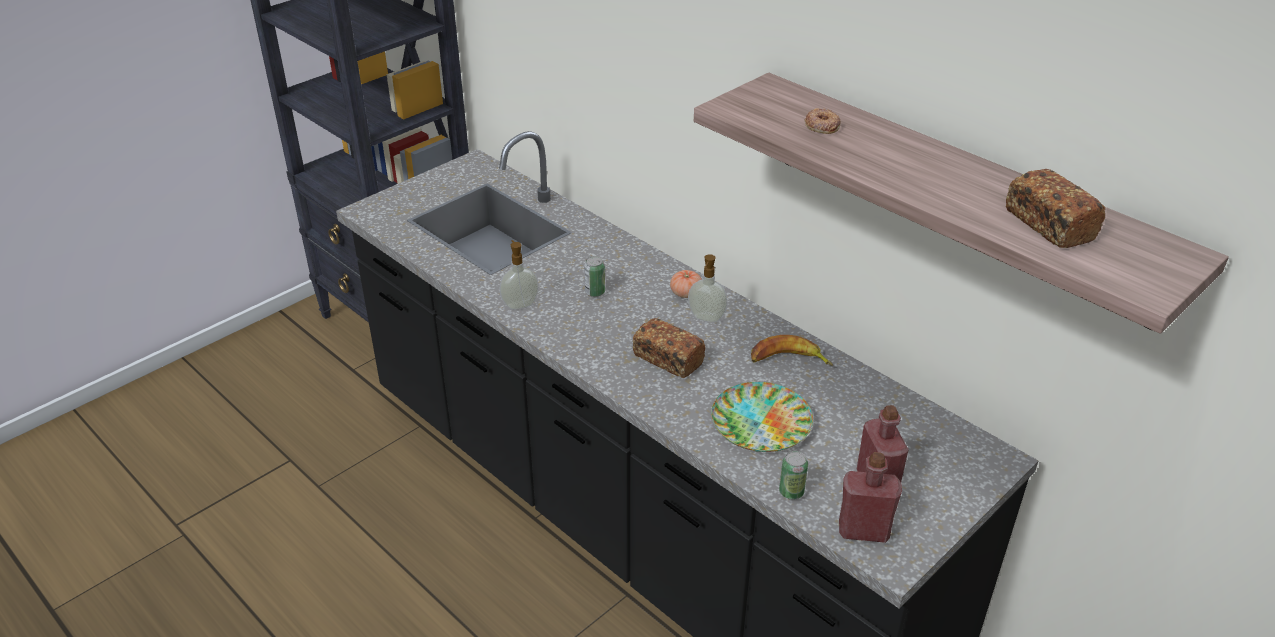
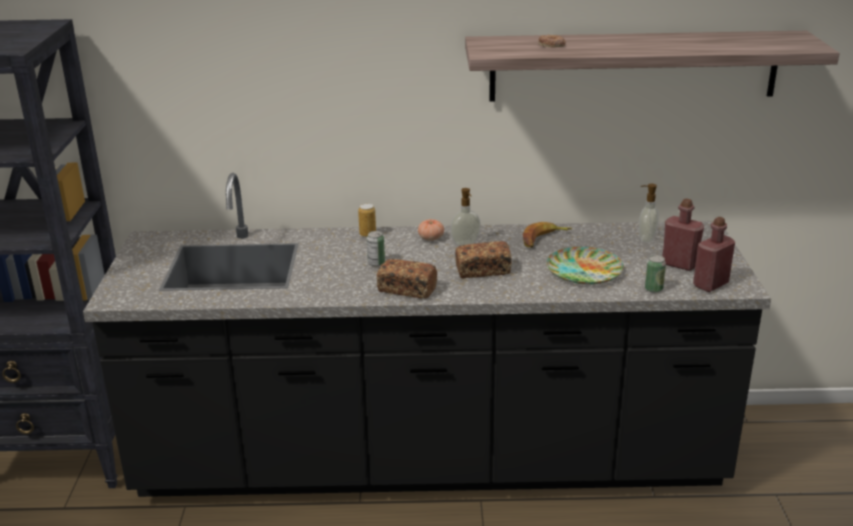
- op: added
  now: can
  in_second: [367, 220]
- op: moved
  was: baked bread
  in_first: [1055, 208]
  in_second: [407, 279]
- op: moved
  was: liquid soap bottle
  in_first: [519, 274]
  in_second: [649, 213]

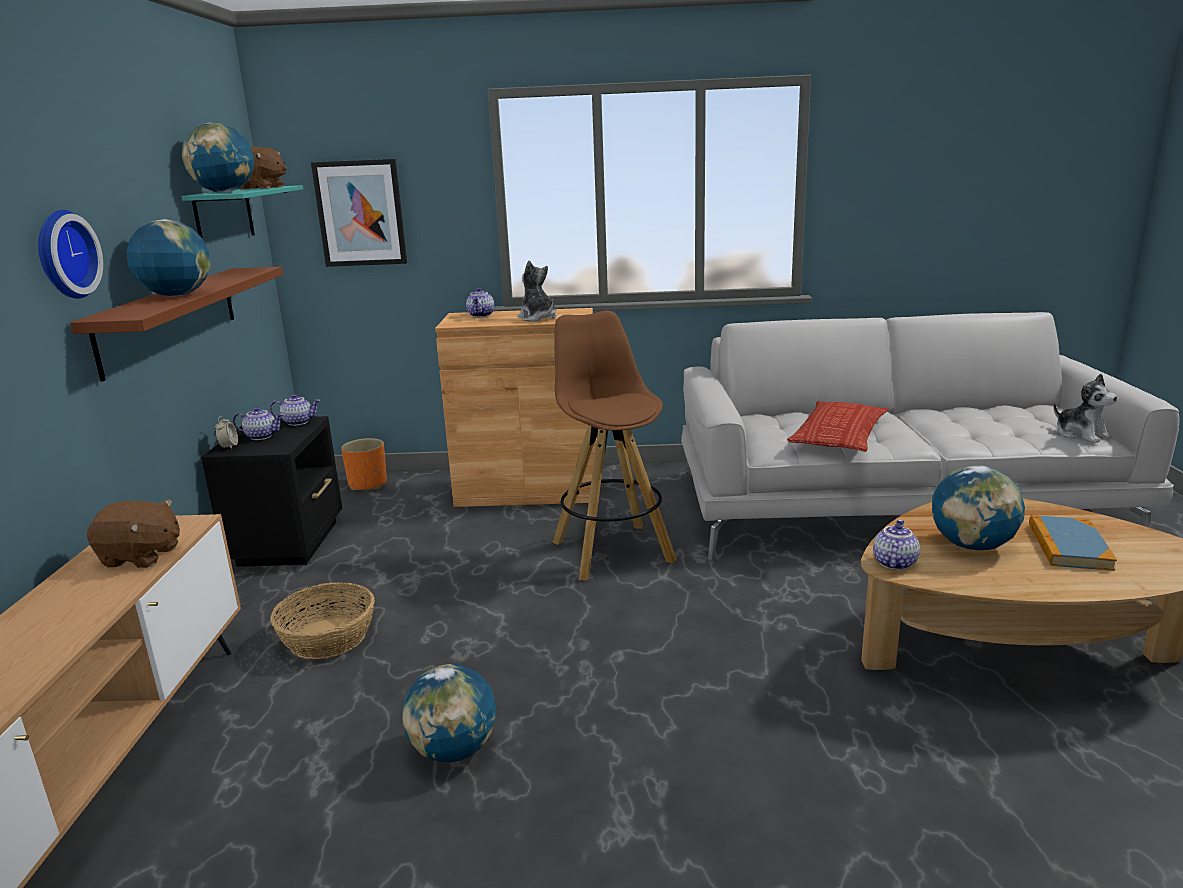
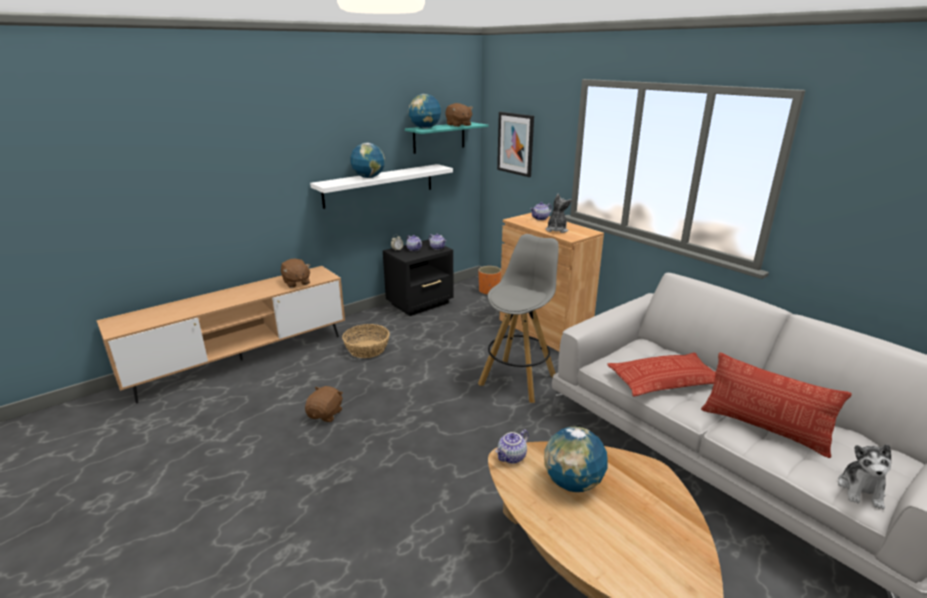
- op: replaced
  was: world globe
  now: plush toy (brown-coloured)
  in_first: [449, 713]
  in_second: [324, 404]
- op: recoloured
  was: shelf (brown-coloured)
  now: shelf (white-coloured)
  in_first: [176, 324]
  in_second: [381, 186]
- op: recoloured
  was: stool seat (brown-coloured)
  now: stool seat (grey)
  in_first: [615, 445]
  in_second: [518, 318]
- op: turned
  was: tea pot
  in_first: [896, 545]
  in_second: [512, 446]
  clockwise: 150
- op: added
  now: cushion
  in_second: [776, 405]
- op: removed
  was: clock on the wall
  in_first: [70, 254]
- op: removed
  was: bound book
  in_first: [1073, 543]

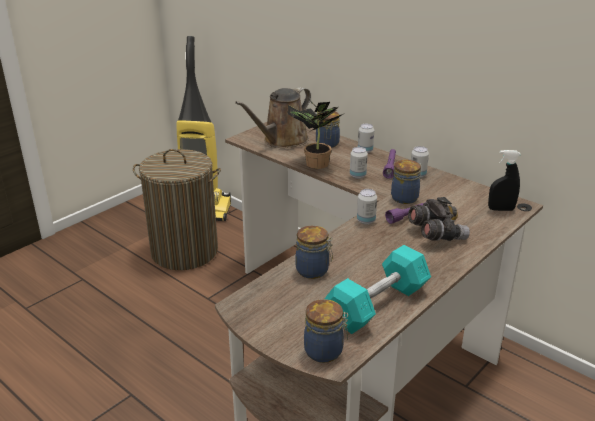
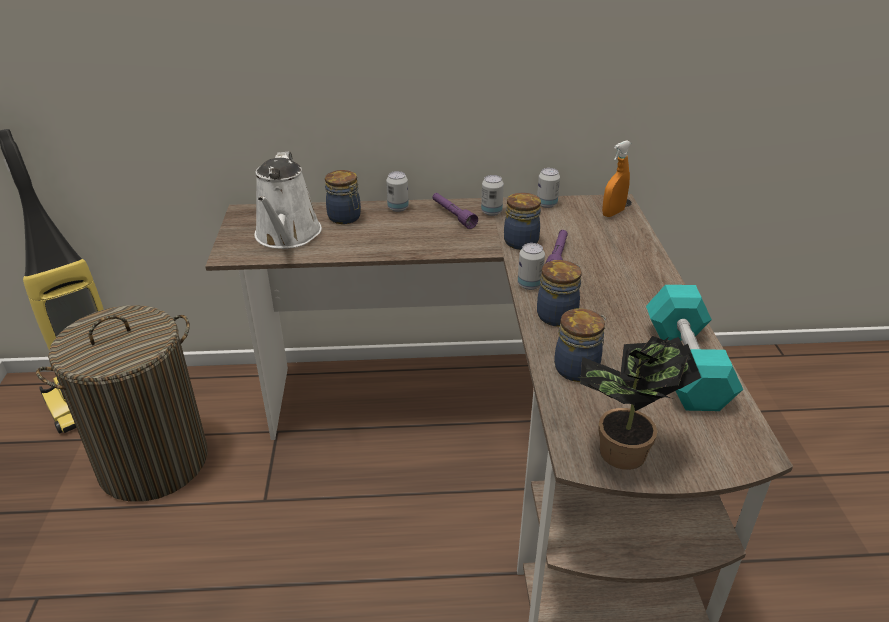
- op: recoloured
  was: watering pot (brown-coloured)
  now: watering pot (white-coloured)
  in_first: [273, 117]
  in_second: [288, 200]
- op: moved
  was: can
  in_first: [359, 163]
  in_second: [548, 188]
- op: moved
  was: preserve jar
  in_first: [326, 331]
  in_second: [559, 293]
- op: moved
  was: houseplant
  in_first: [316, 134]
  in_second: [639, 402]
- op: recoloured
  was: hand sprayer (black)
  now: hand sprayer (orange-coloured)
  in_first: [504, 180]
  in_second: [616, 178]
- op: removed
  was: field glasses (grey)
  in_first: [439, 219]

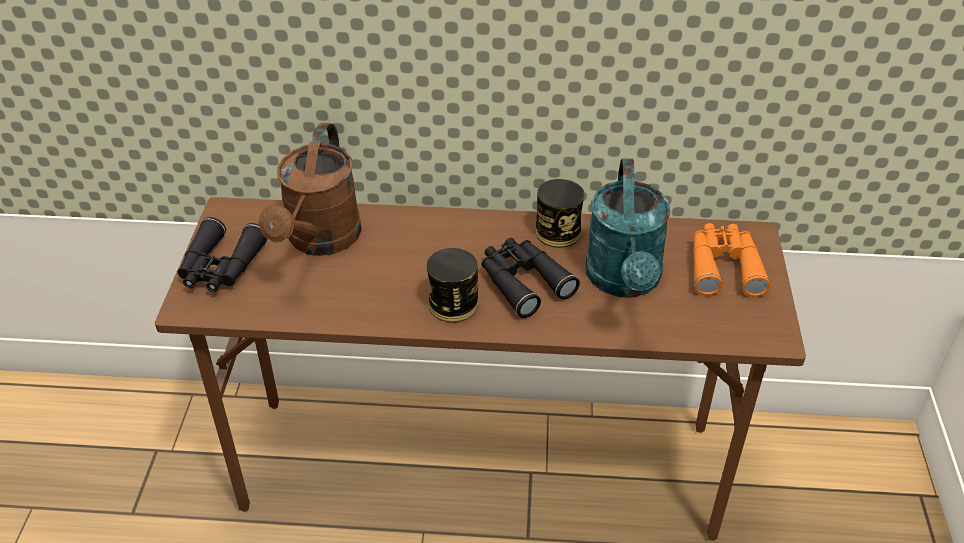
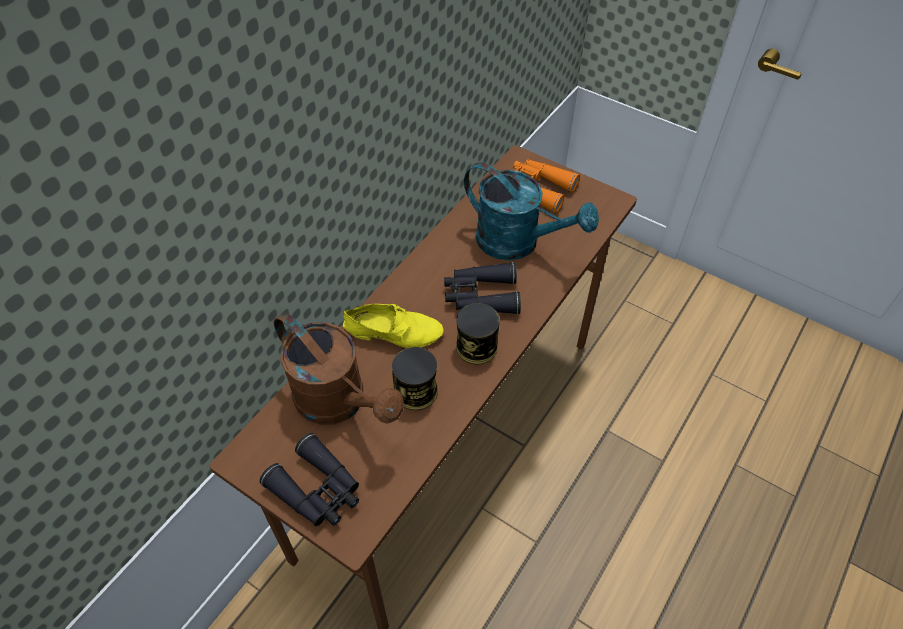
- op: added
  now: shoe (yellow)
  in_second: [393, 326]
- op: moved
  was: can
  in_first: [559, 213]
  in_second: [415, 378]

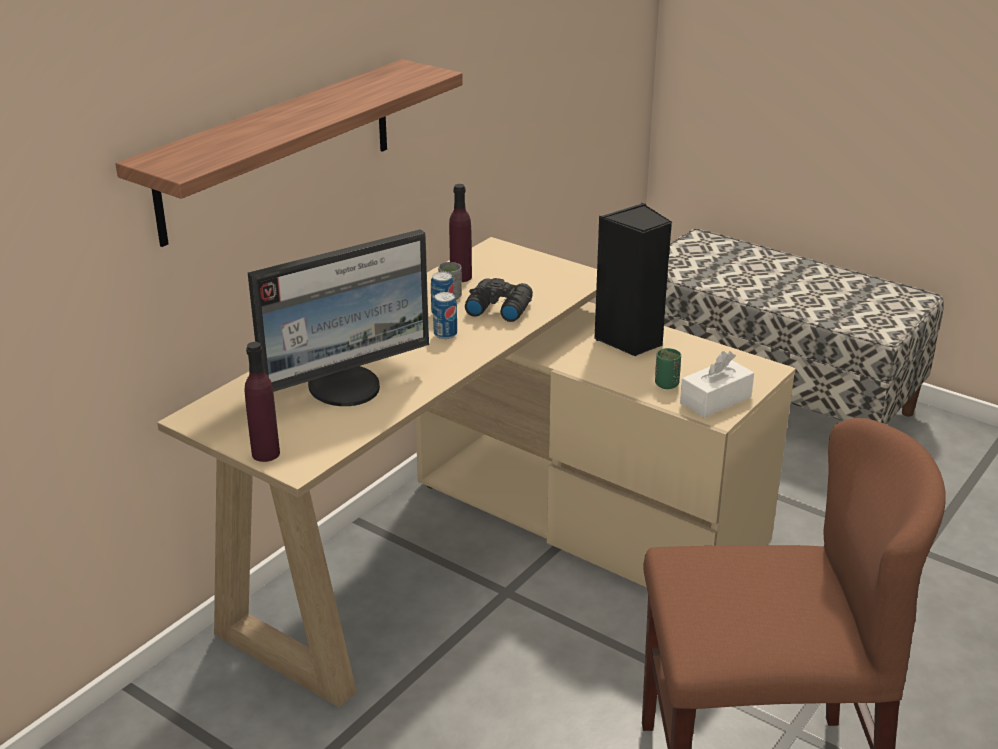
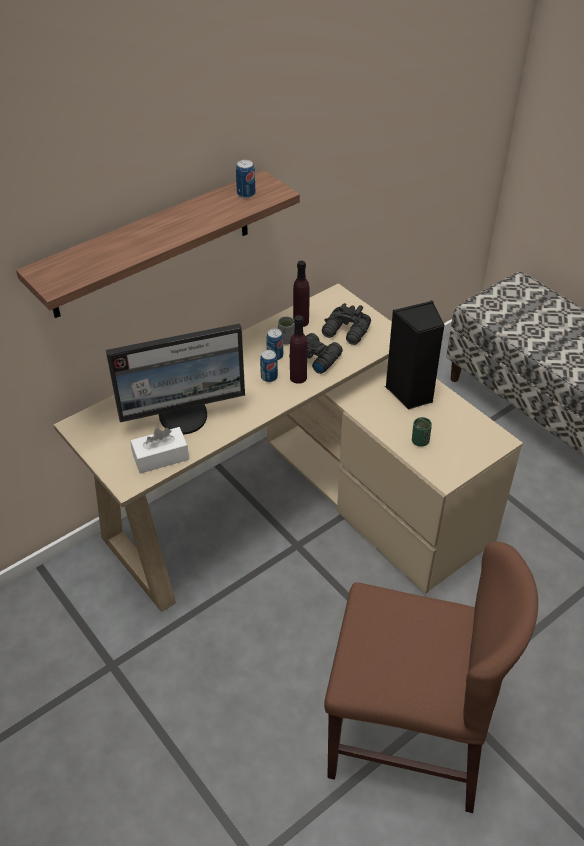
- op: moved
  was: box of tissues (white-coloured)
  in_first: [717, 384]
  in_second: [159, 450]
- op: added
  now: can
  in_second: [245, 179]
- op: moved
  was: drink bottle (purplish)
  in_first: [262, 402]
  in_second: [298, 349]
- op: added
  now: field glasses (black)
  in_second: [346, 324]

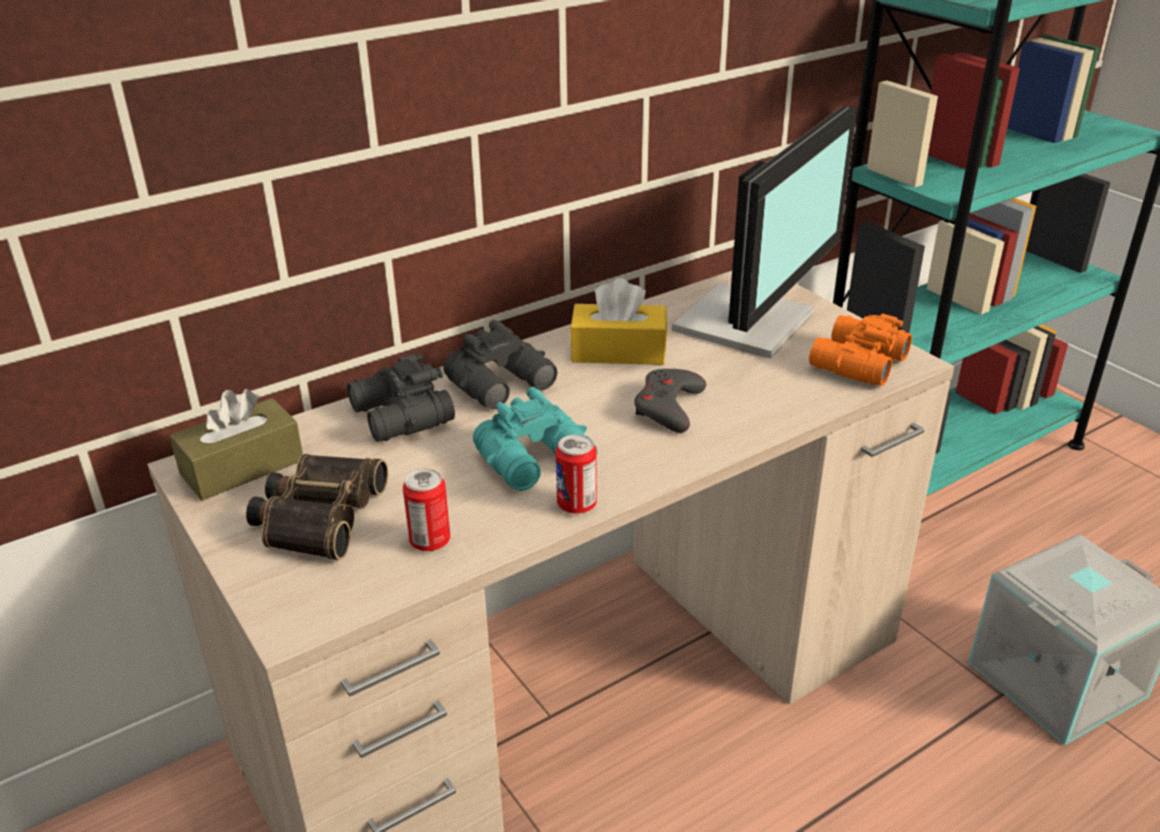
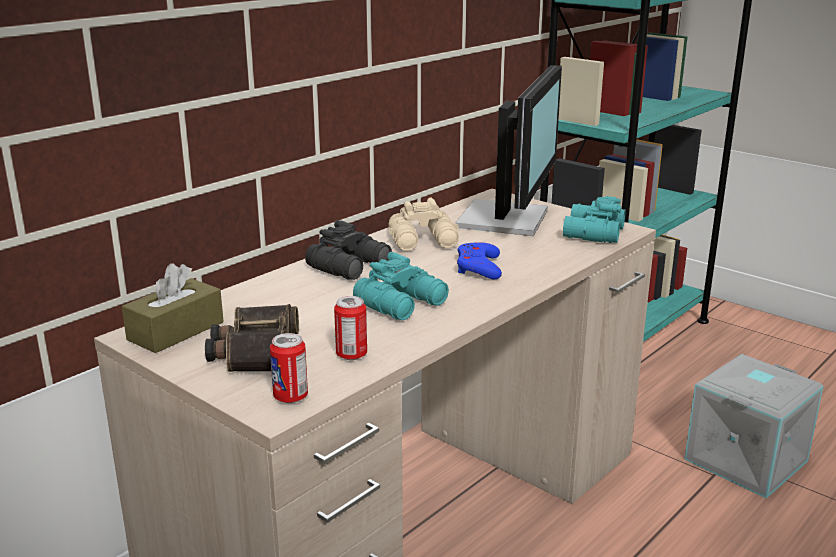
- op: moved
  was: can
  in_first: [576, 474]
  in_second: [289, 368]
- op: replaced
  was: box of tissues (yellow)
  now: field glasses (beige)
  in_first: [618, 321]
  in_second: [423, 224]
- op: recoloured
  was: joypad (grey)
  now: joypad (blue-coloured)
  in_first: [670, 401]
  in_second: [479, 260]
- op: recoloured
  was: field glasses (orange-coloured)
  now: field glasses (blue-green)
  in_first: [860, 350]
  in_second: [594, 219]
- op: removed
  was: field glasses (black)
  in_first: [401, 398]

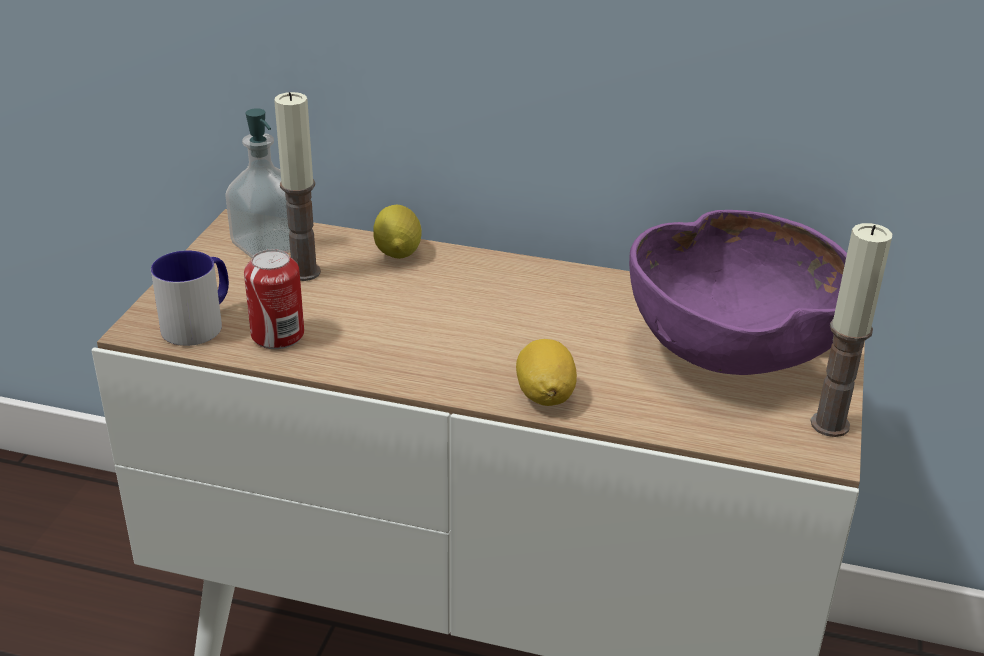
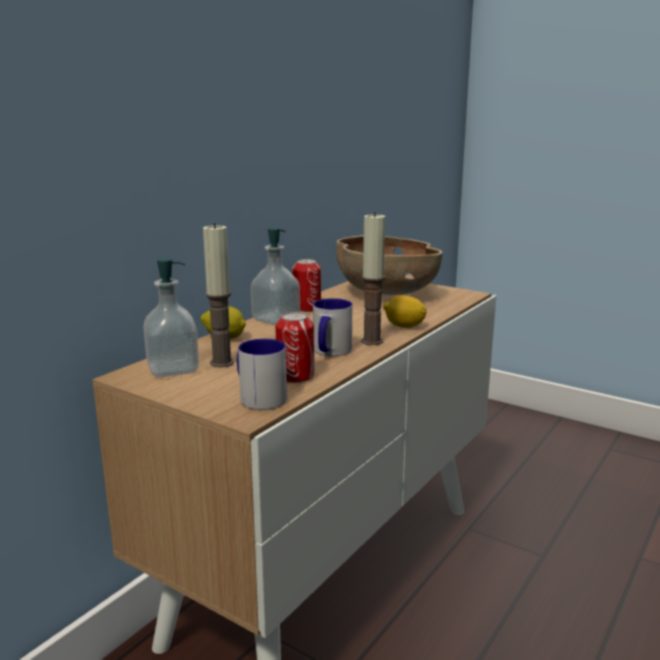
- op: added
  now: liquid soap bottle
  in_second: [275, 276]
- op: added
  now: can
  in_second: [306, 285]
- op: added
  now: coffee mug
  in_second: [332, 327]
- op: recoloured
  was: deep dish (purplish)
  now: deep dish (brown-coloured)
  in_first: [738, 292]
  in_second: [389, 265]
- op: moved
  was: wax candle
  in_first: [851, 330]
  in_second: [373, 278]

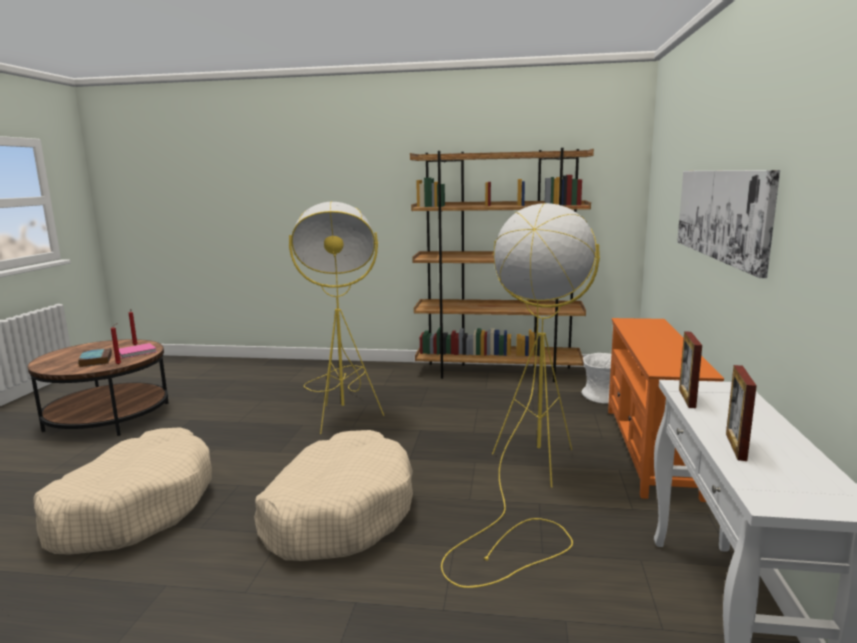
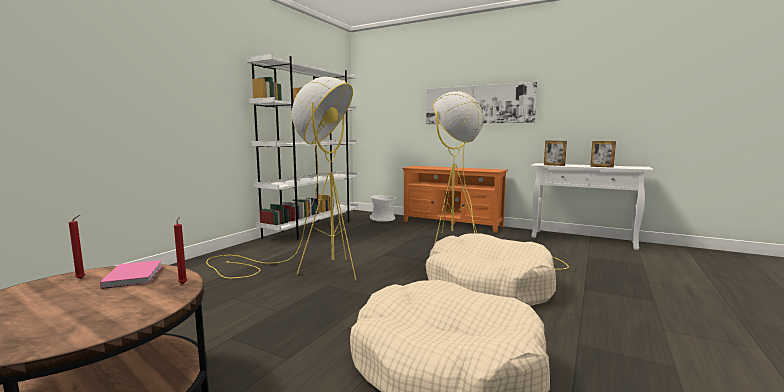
- op: recoloured
  was: bookshelf (brown-coloured)
  now: bookshelf (white-coloured)
  in_first: [502, 265]
  in_second: [302, 147]
- op: removed
  was: bound book
  in_first: [95, 357]

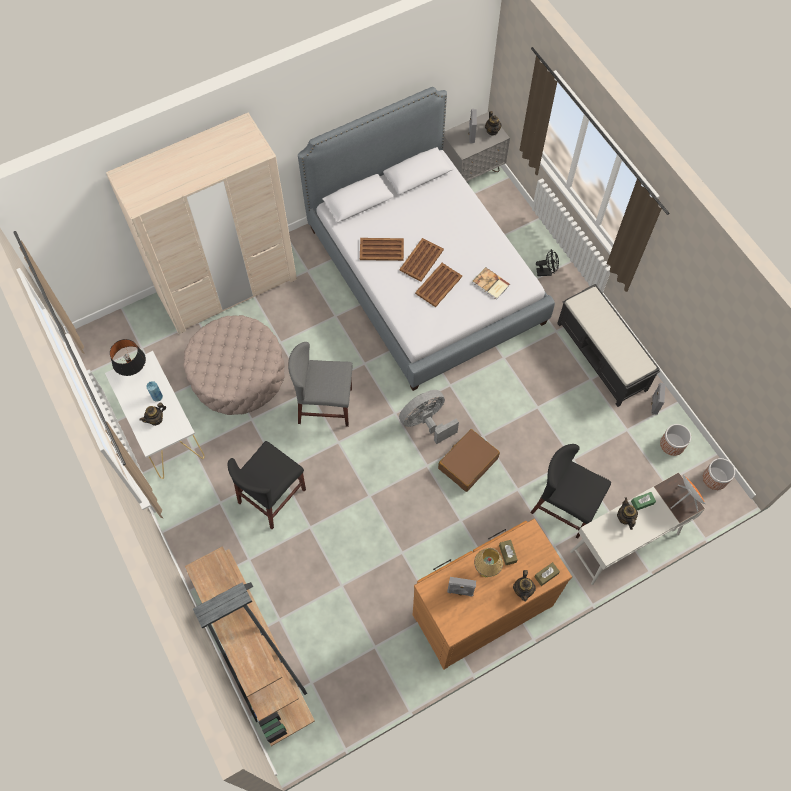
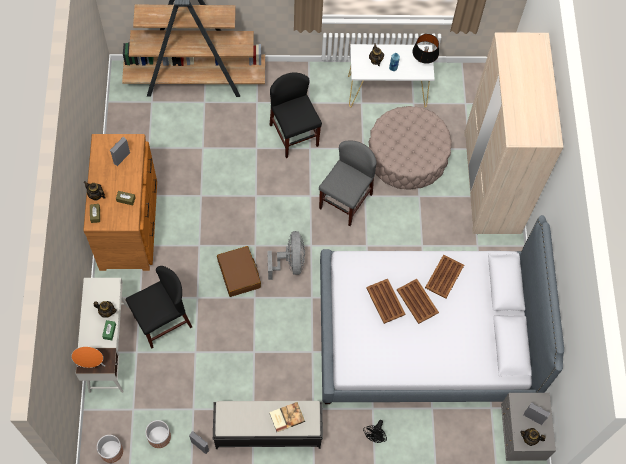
- op: moved
  was: bound book
  in_first: [491, 283]
  in_second: [287, 417]
- op: removed
  was: tabletop lamp
  in_first: [488, 562]

